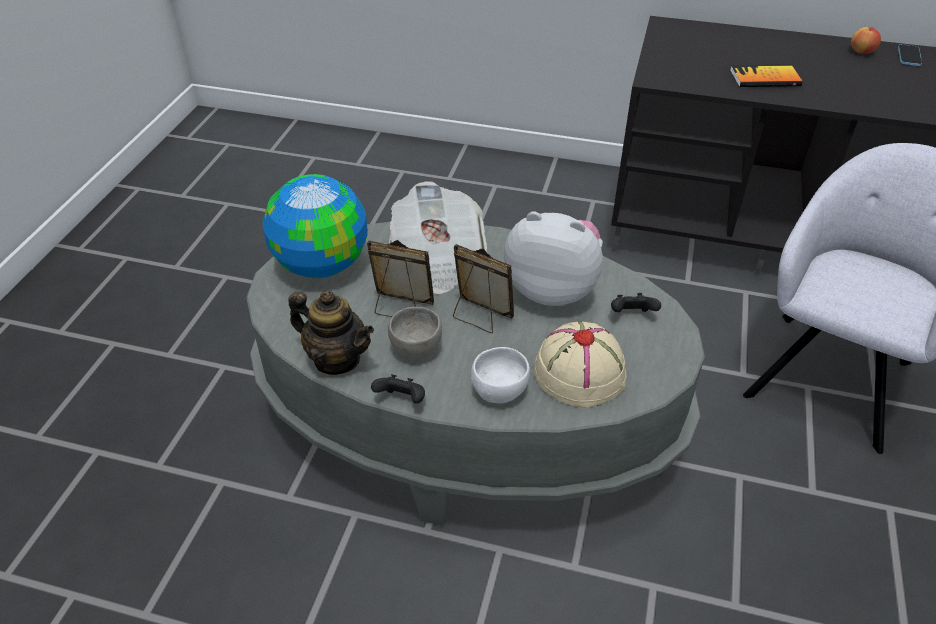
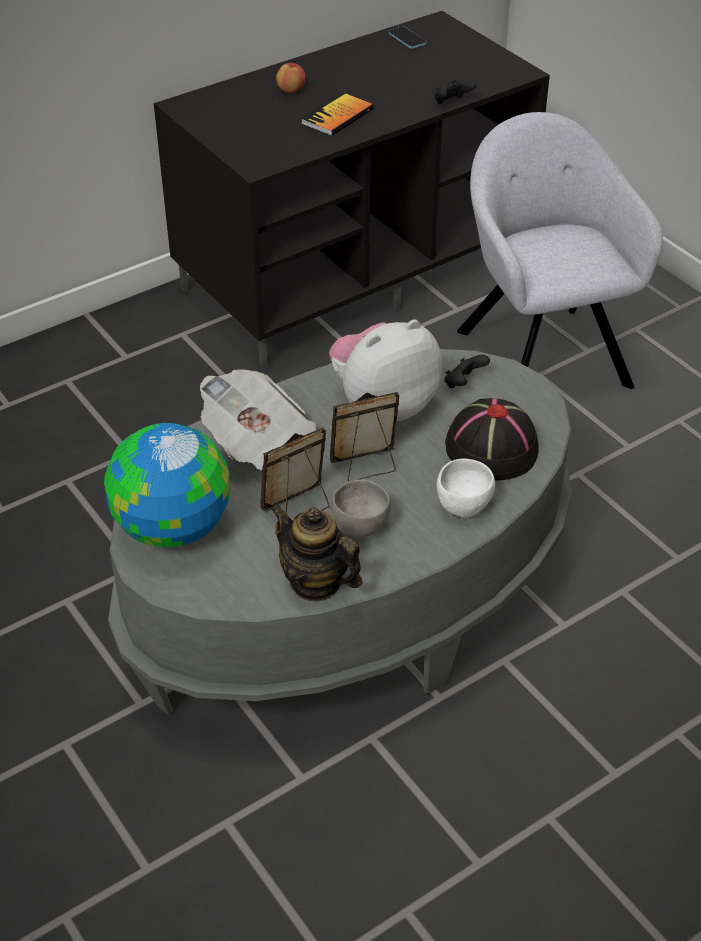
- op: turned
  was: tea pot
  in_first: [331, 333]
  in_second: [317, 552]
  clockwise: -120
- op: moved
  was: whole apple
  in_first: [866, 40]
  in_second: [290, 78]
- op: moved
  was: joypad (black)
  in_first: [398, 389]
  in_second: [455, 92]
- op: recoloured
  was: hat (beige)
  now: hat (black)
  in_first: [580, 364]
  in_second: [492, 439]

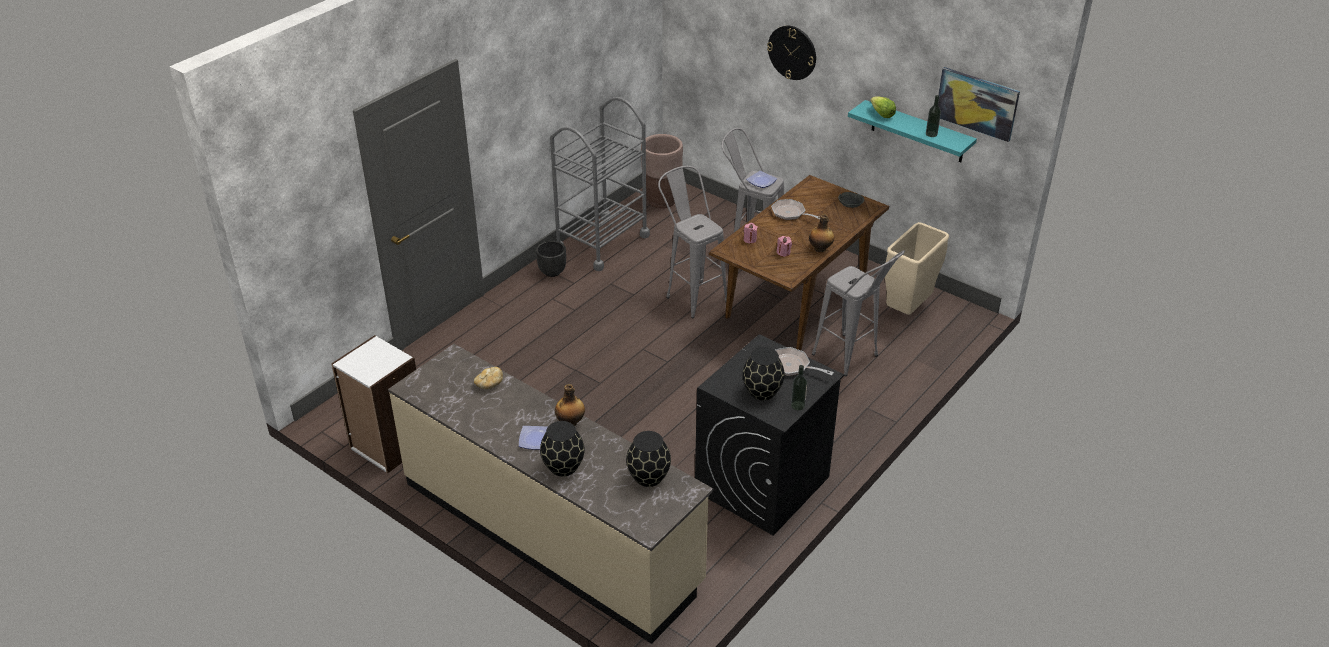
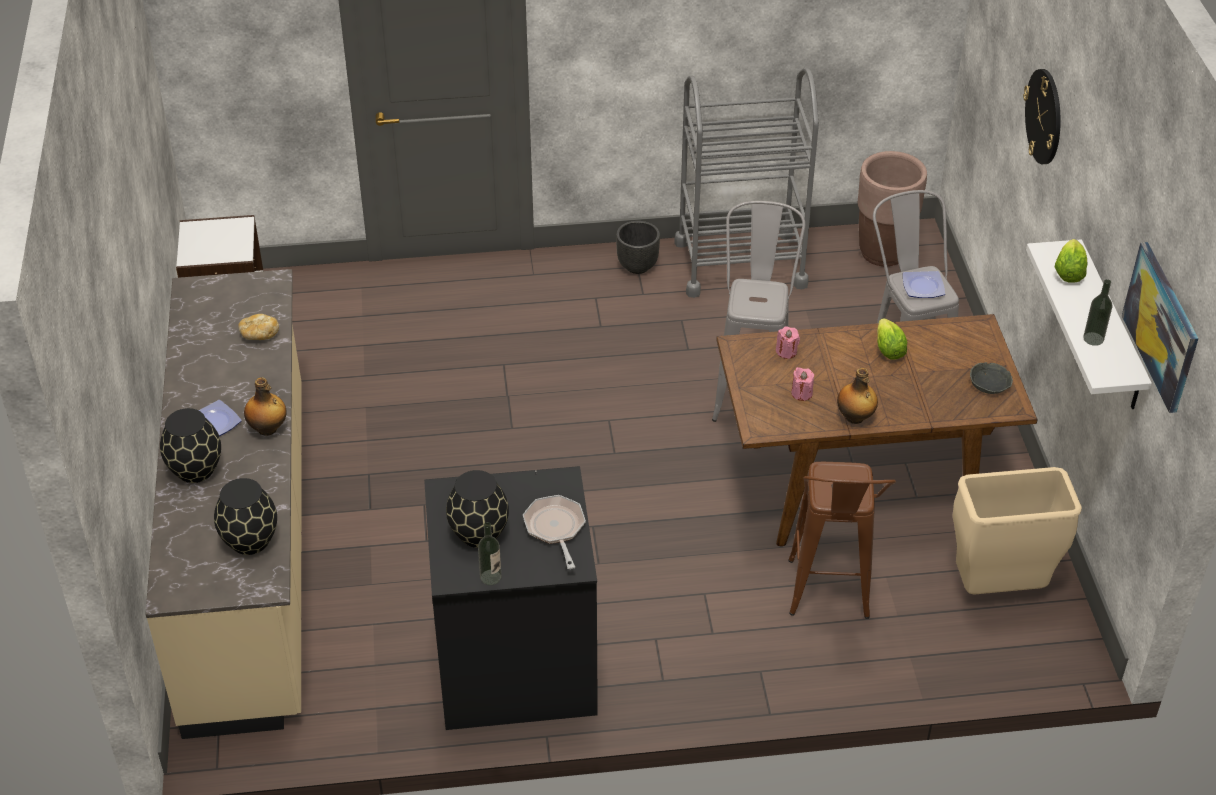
- op: recoloured
  was: stool seat (grey)
  now: stool seat (brown-coloured)
  in_first: [858, 313]
  in_second: [842, 540]
- op: replaced
  was: skillet
  now: head of lettuce
  in_first: [795, 209]
  in_second: [892, 339]
- op: recoloured
  was: shelf (blue-green)
  now: shelf (white-coloured)
  in_first: [912, 131]
  in_second: [1089, 324]

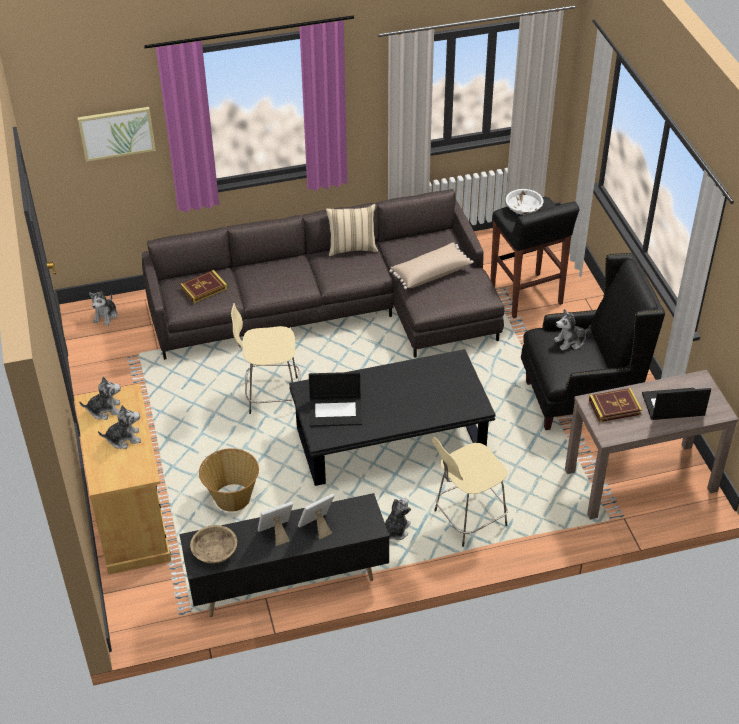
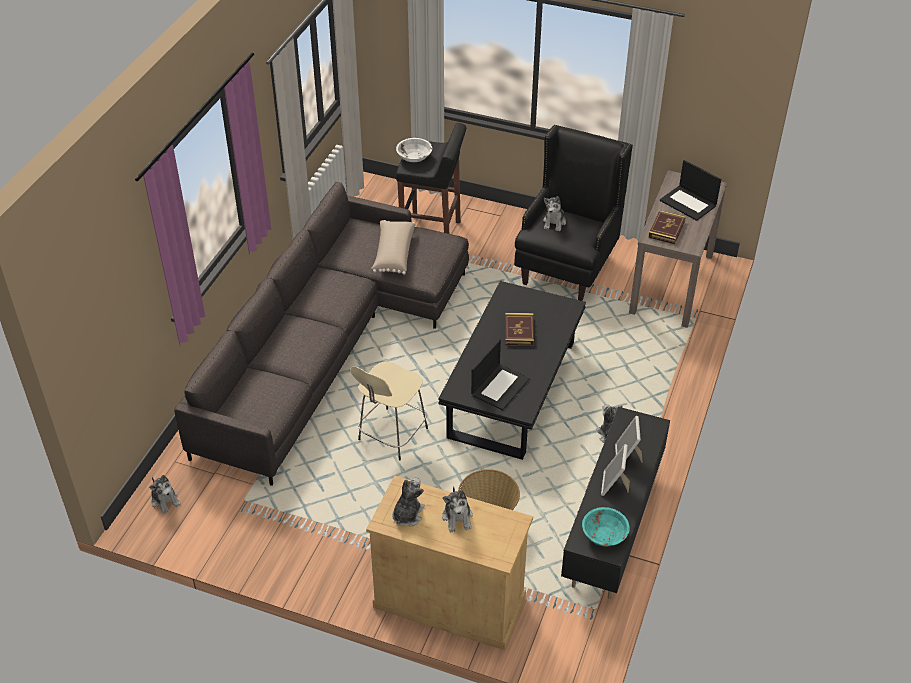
- op: turned
  was: plush toy
  in_first: [119, 427]
  in_second: [457, 509]
  clockwise: 150
- op: moved
  was: bound book
  in_first: [203, 286]
  in_second: [519, 329]
- op: recoloured
  was: deep dish (beige)
  now: deep dish (blue-green)
  in_first: [213, 544]
  in_second: [606, 527]
- op: turned
  was: notebook computer
  in_first: [676, 404]
  in_second: [690, 190]
  clockwise: -75
- op: removed
  was: picture
  in_first: [117, 134]
- op: removed
  was: cushion (beige)
  in_first: [352, 230]
- op: removed
  was: stool seat (beige)
  in_first: [470, 492]

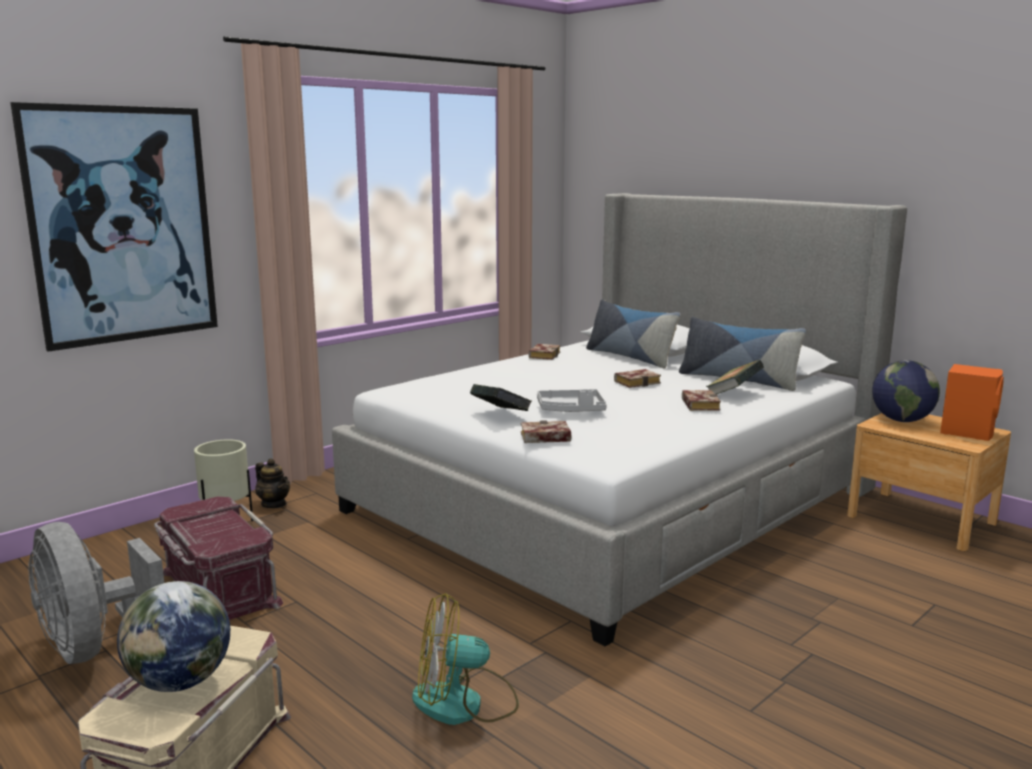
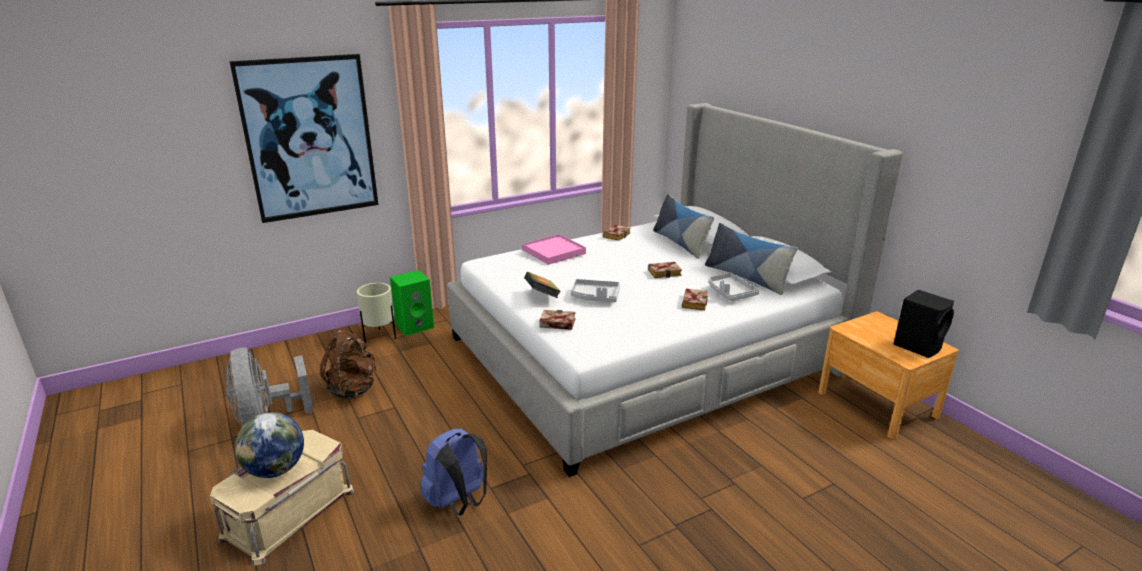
- op: replaced
  was: storage container (red-coloured)
  now: rucksack (brown-coloured)
  in_first: [218, 558]
  in_second: [348, 364]
- op: replaced
  was: tea pot
  now: loudspeaker (greenish)
  in_first: [272, 483]
  in_second: [412, 303]
- op: replaced
  was: fan
  now: rucksack (blue-coloured)
  in_first: [465, 659]
  in_second: [453, 471]
- op: added
  now: tray (pink-coloured)
  in_second: [554, 249]
- op: replaced
  was: bound book
  now: tray (grey)
  in_first: [735, 377]
  in_second: [734, 287]
- op: recoloured
  was: loudspeaker (orange-coloured)
  now: loudspeaker (black)
  in_first: [972, 402]
  in_second: [923, 324]
- op: removed
  was: world globe
  in_first: [906, 391]

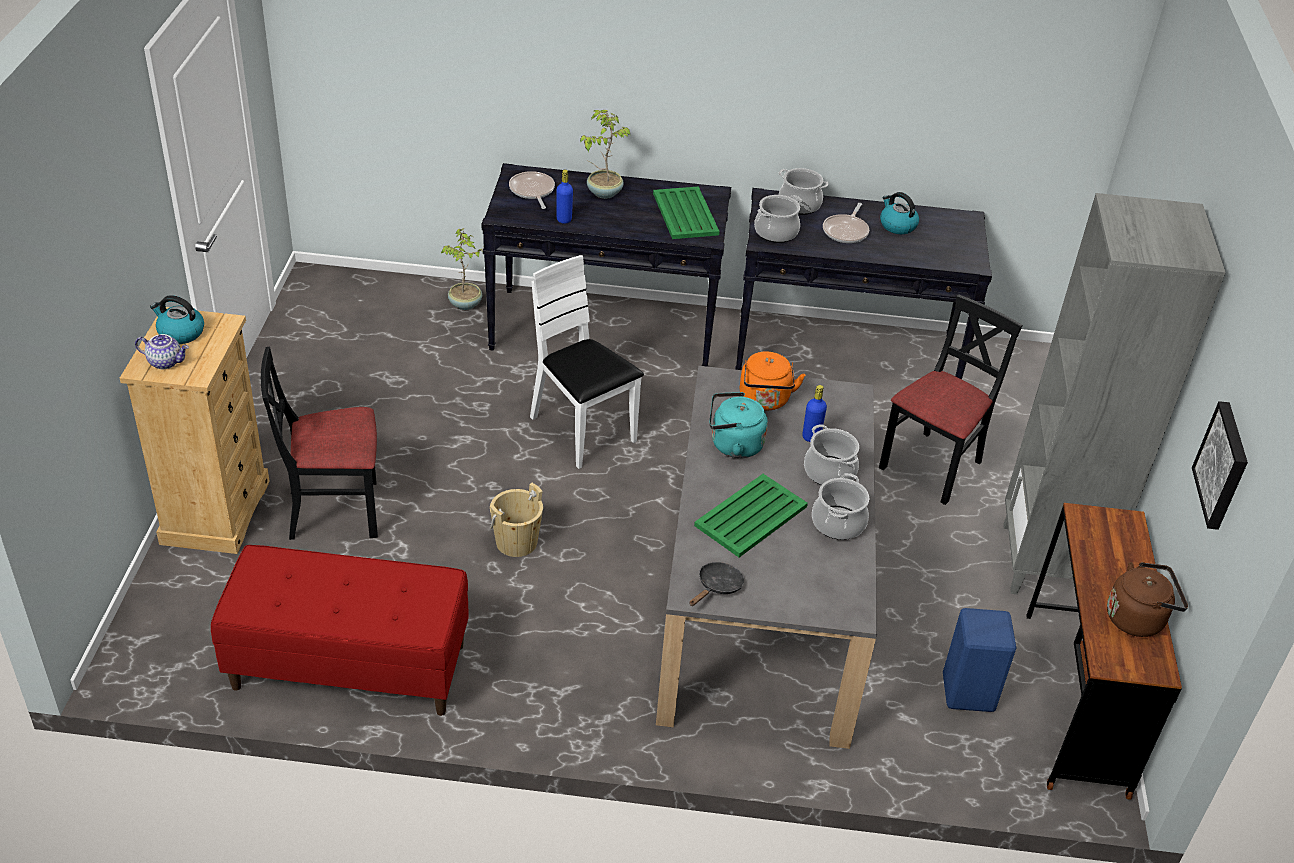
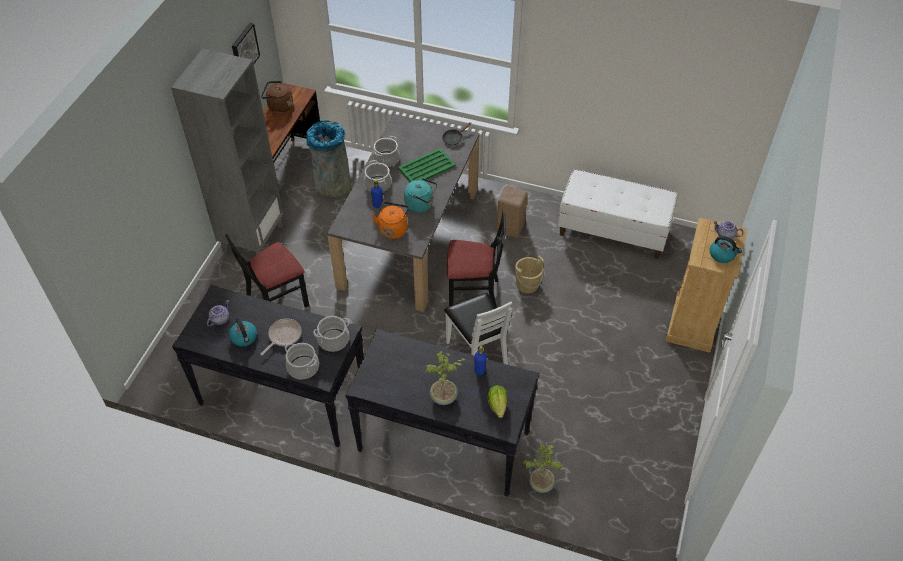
- op: added
  now: tea pot
  in_second: [218, 313]
- op: replaced
  was: stool seat (blue-coloured)
  now: rubbish bin (grey)
  in_first: [979, 660]
  in_second: [329, 158]
- op: moved
  was: upright chair (black)
  in_first: [319, 443]
  in_second: [476, 260]
- op: replaced
  was: skillet
  now: head of lettuce
  in_first: [532, 190]
  in_second: [497, 401]
- op: added
  now: stool seat (beige)
  in_second: [512, 212]
- op: recoloured
  was: bench (red-coloured)
  now: bench (white-coloured)
  in_first: [340, 630]
  in_second: [618, 214]
- op: removed
  was: tray (greenish)
  in_first: [686, 212]

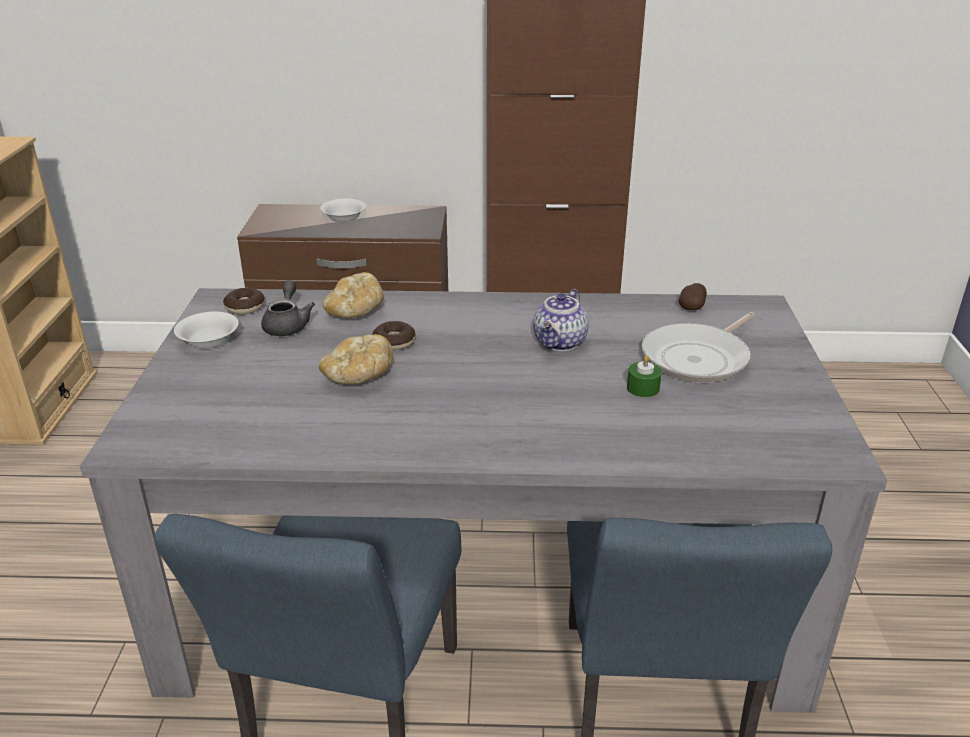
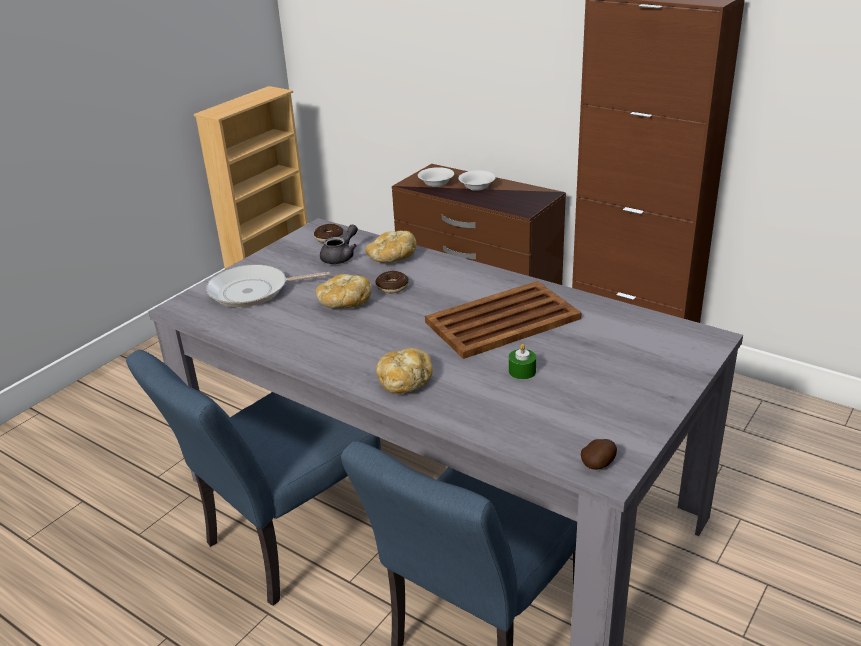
- op: moved
  was: skillet
  in_first: [698, 347]
  in_second: [268, 285]
- op: added
  now: baked bread
  in_second: [404, 370]
- op: moved
  was: deep dish (white-coloured)
  in_first: [206, 330]
  in_second: [436, 177]
- op: replaced
  was: tea pot
  now: tray (brown-coloured)
  in_first: [561, 320]
  in_second: [503, 320]
- op: moved
  was: spud
  in_first: [693, 296]
  in_second: [599, 454]

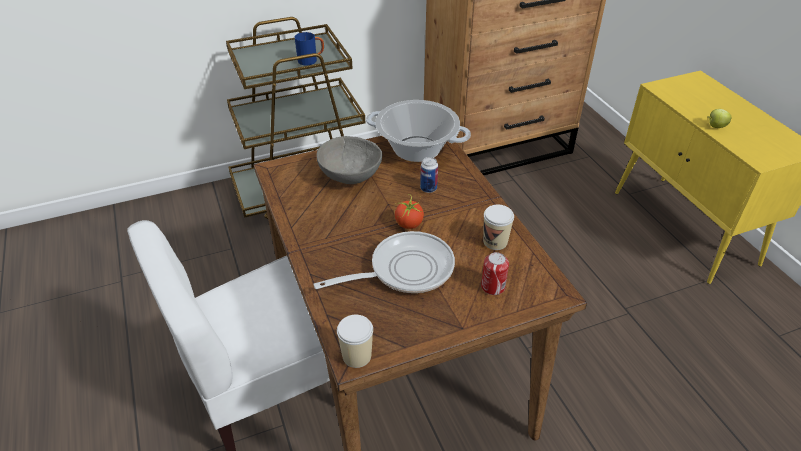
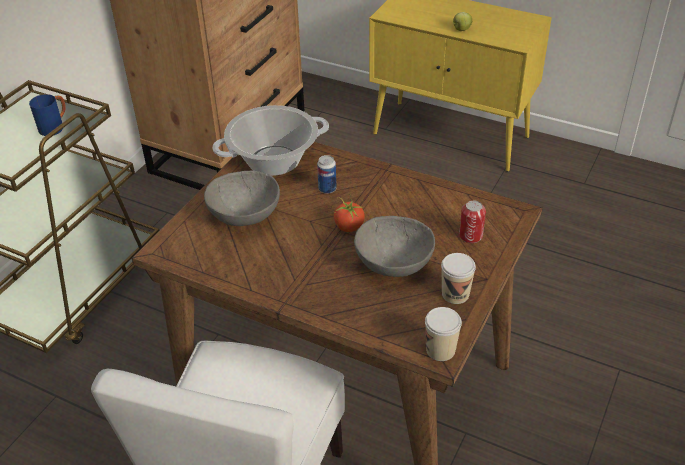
- op: replaced
  was: skillet
  now: deep dish (grey)
  in_first: [384, 262]
  in_second: [394, 246]
- op: moved
  was: cup
  in_first: [498, 227]
  in_second: [458, 278]

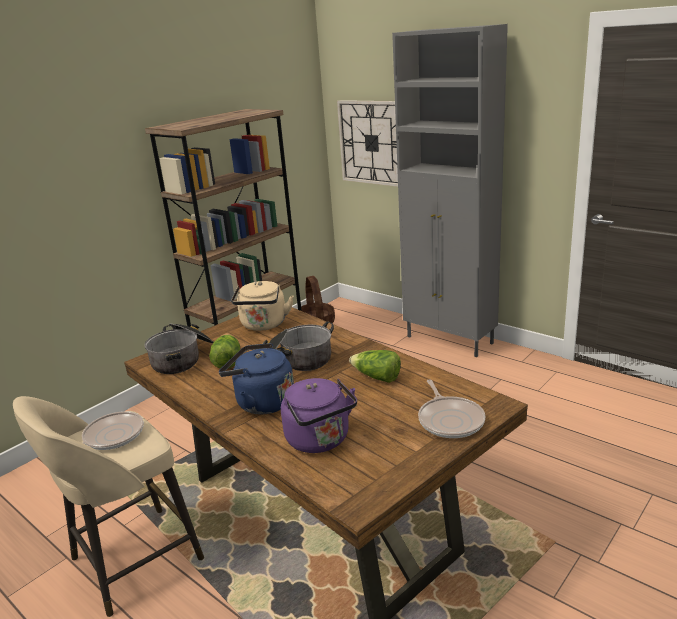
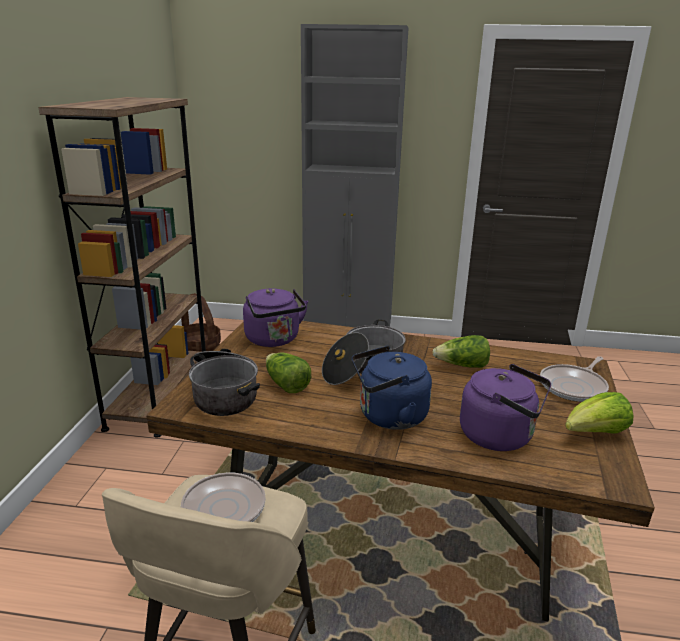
- op: recoloured
  was: water kettle (beige)
  now: water kettle (purplish)
  in_first: [262, 306]
  in_second: [275, 317]
- op: turned
  was: skillet
  in_first: [451, 408]
  in_second: [574, 379]
  clockwise: 90
- op: added
  now: head of lettuce
  in_second: [599, 412]
- op: removed
  was: clock on the wall
  in_first: [367, 143]

